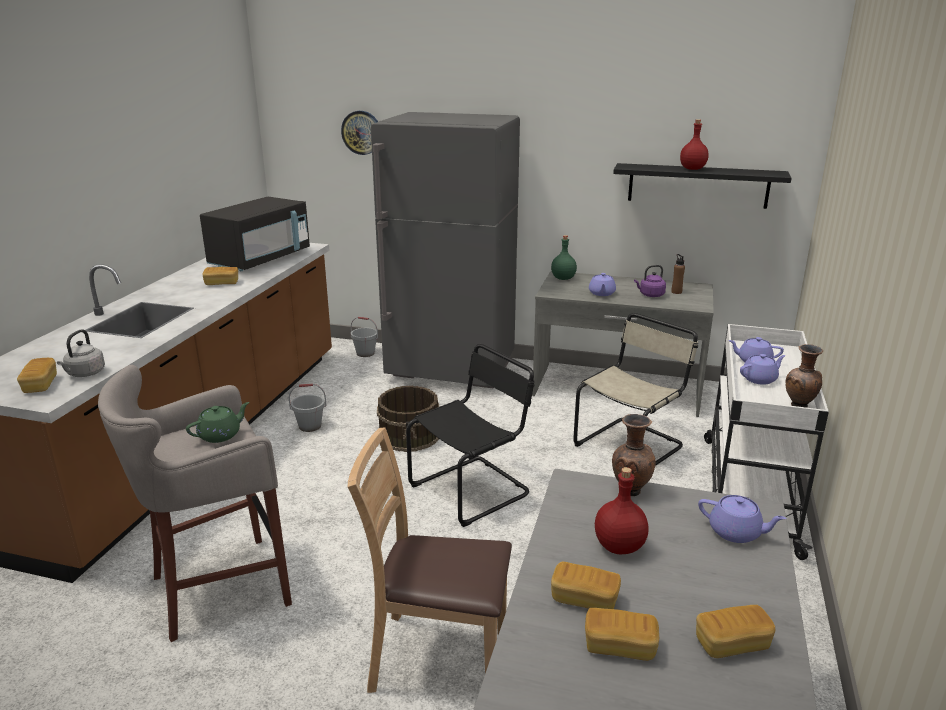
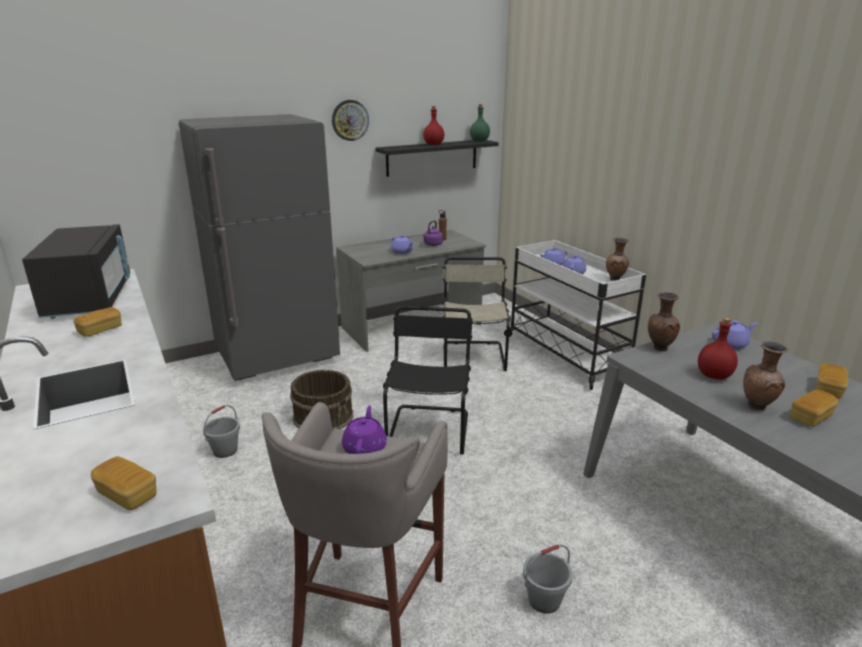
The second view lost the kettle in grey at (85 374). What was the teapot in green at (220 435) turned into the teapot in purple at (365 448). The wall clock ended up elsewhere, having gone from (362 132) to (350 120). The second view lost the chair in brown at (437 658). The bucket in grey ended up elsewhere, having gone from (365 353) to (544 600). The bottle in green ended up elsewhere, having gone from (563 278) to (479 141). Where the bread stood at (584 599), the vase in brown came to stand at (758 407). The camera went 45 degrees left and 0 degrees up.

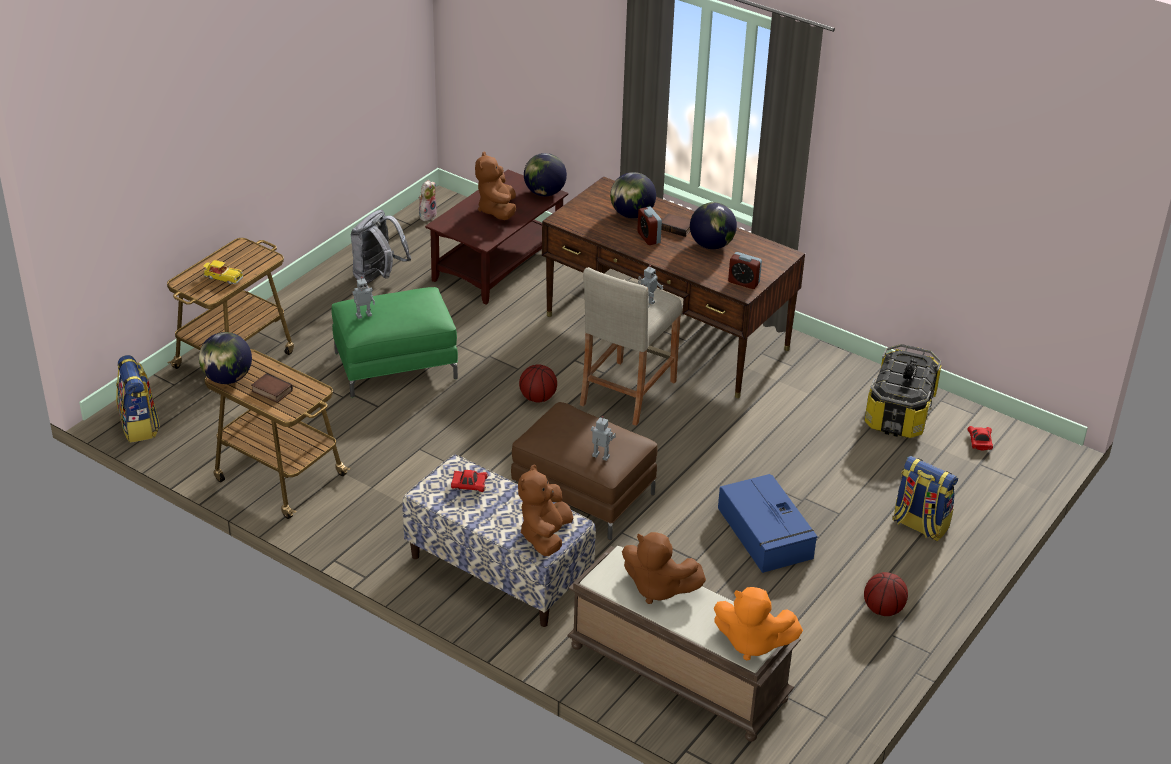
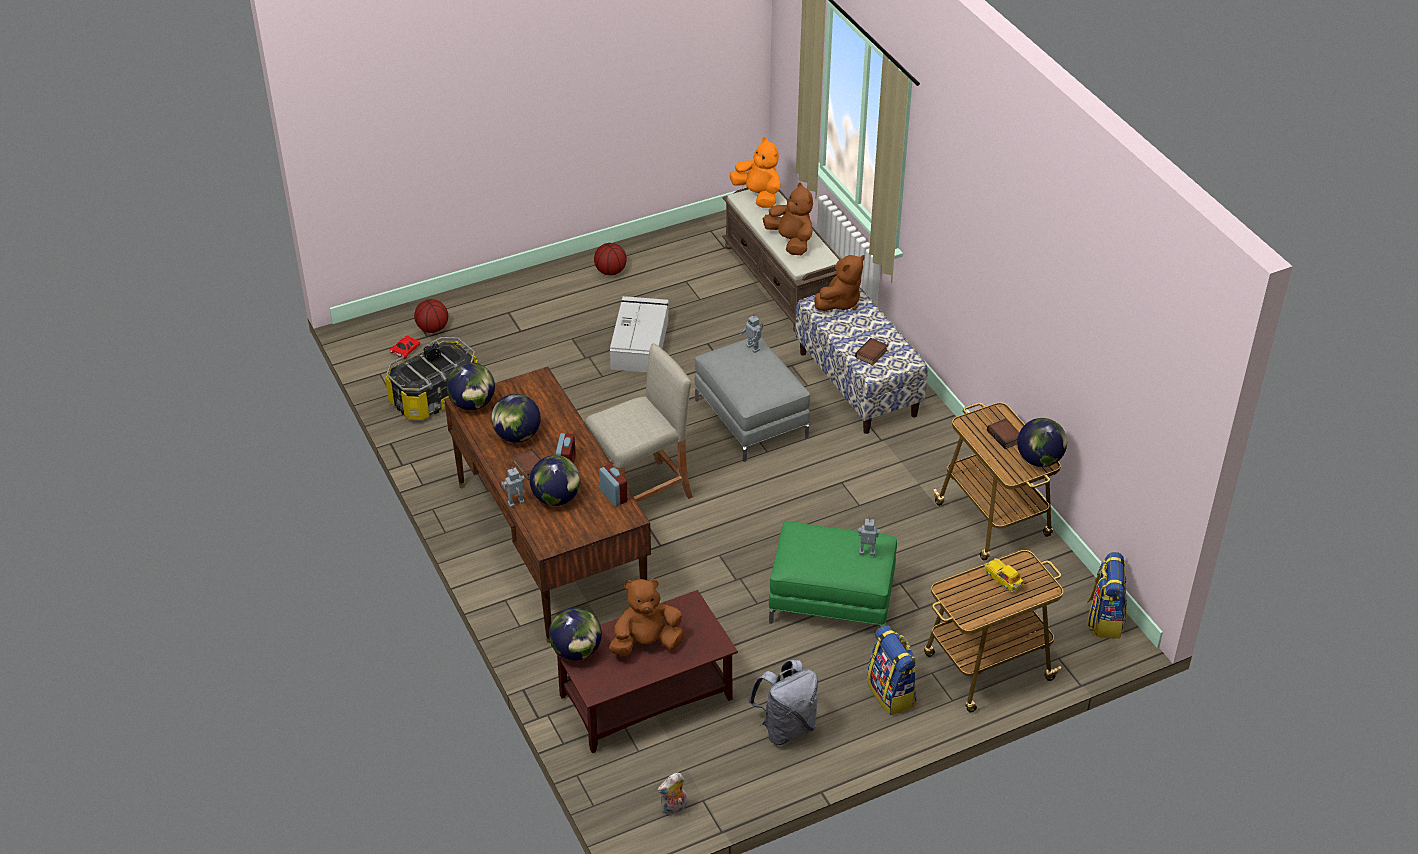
Where the toy car in red stood at (469 486), the book came to stand at (872 354). The plush toy in brown at (497 210) ended up facing another way, 135 degrees counterclockwise from before. What was the ottoman in brown at (583 494) turned into the ottoman in grey at (751 418). The basketball ended up elsewhere, having gone from (538 398) to (433 328). The toy robot ended up elsewhere, having gone from (647 304) to (516 503). What was the storage box in blue at (765 534) turned into the storage box in grey at (640 343). The alarm clock ended up elsewhere, having gone from (743 282) to (613 496). The backpack ended up elsewhere, having gone from (919 525) to (892 693). The second view gained the globe at (472 404). The camera went 150 degrees left and 5 degrees up.

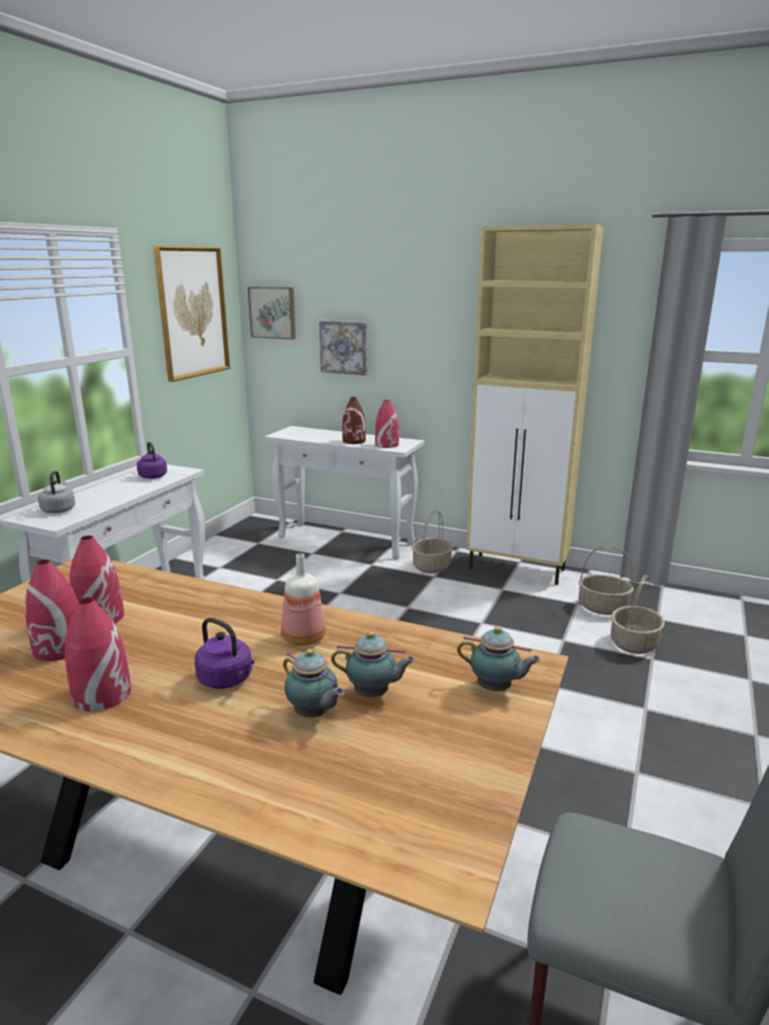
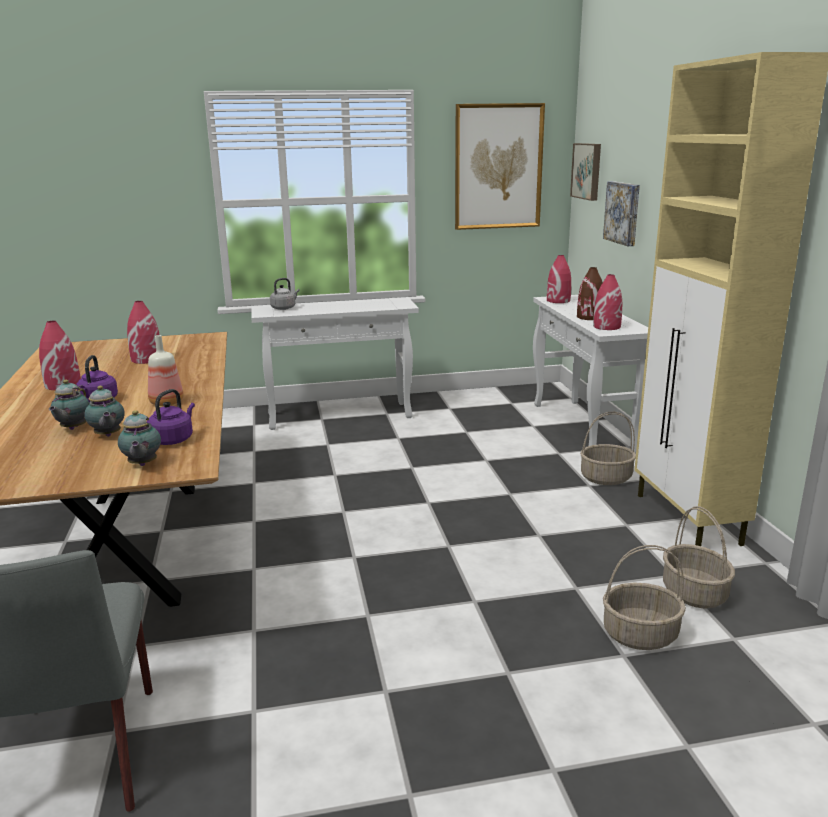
The vase in red ended up elsewhere, having gone from (60 648) to (558 300). The kettle in purple ended up elsewhere, having gone from (152 476) to (173 439). The camera went 55 degrees right and 0 degrees up.

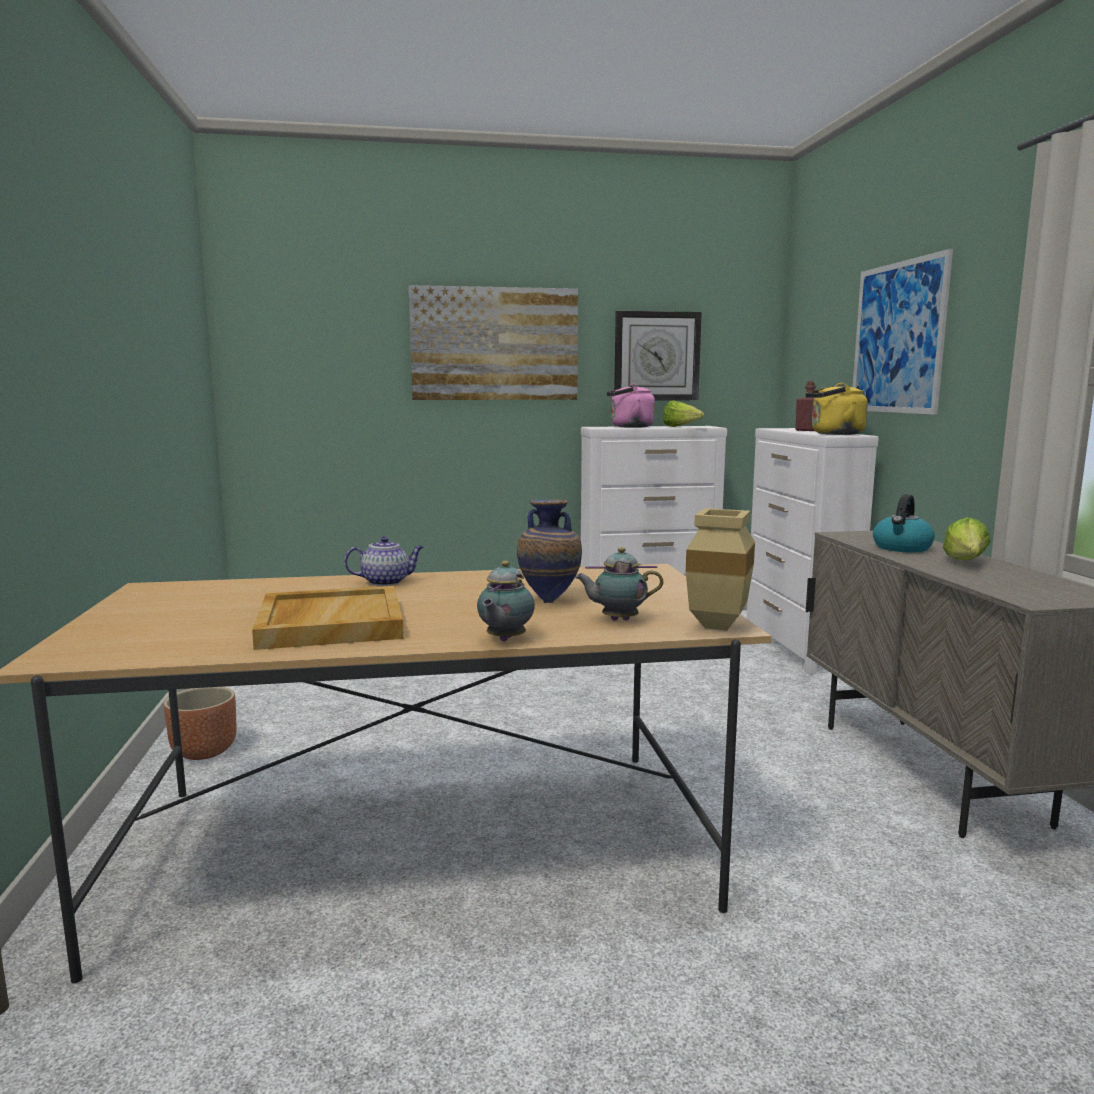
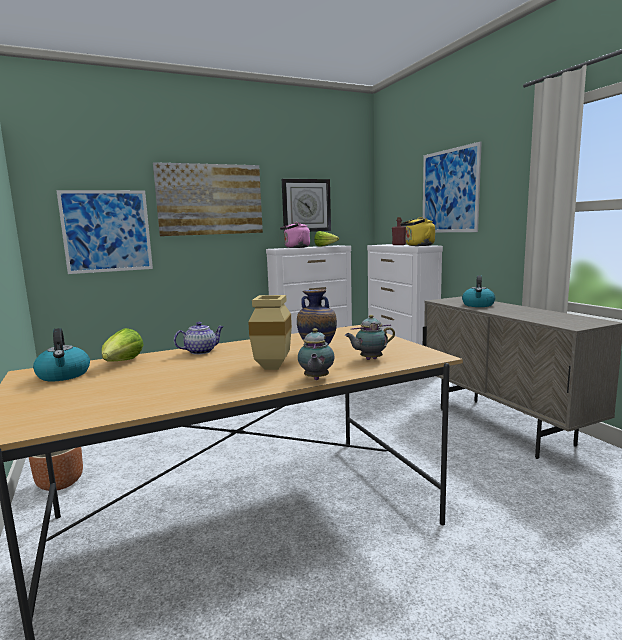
The second view lost the tray in beige at (329 623). The vase in beige ended up elsewhere, having gone from (716 624) to (272 366). The lettuce ended up elsewhere, having gone from (965 563) to (122 363). The second view gained the kettle at (64 375). The second view gained the picture at (107 231). The camera went 15 degrees left and 0 degrees up.

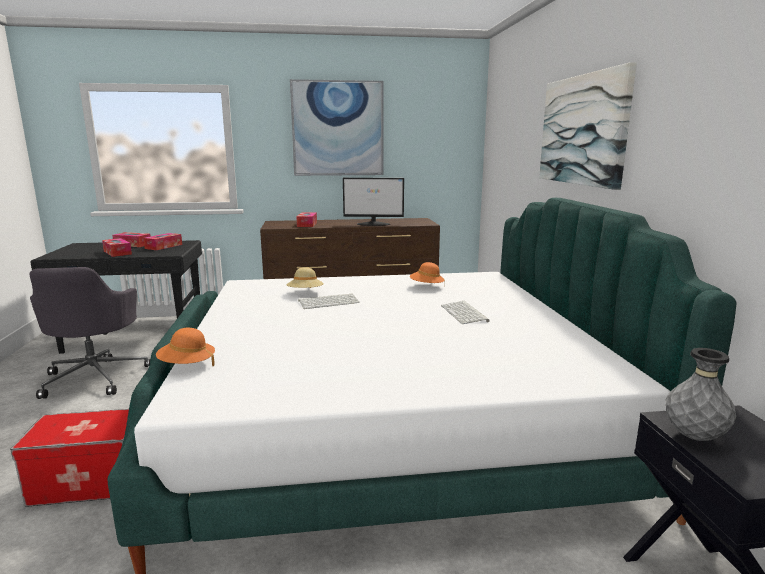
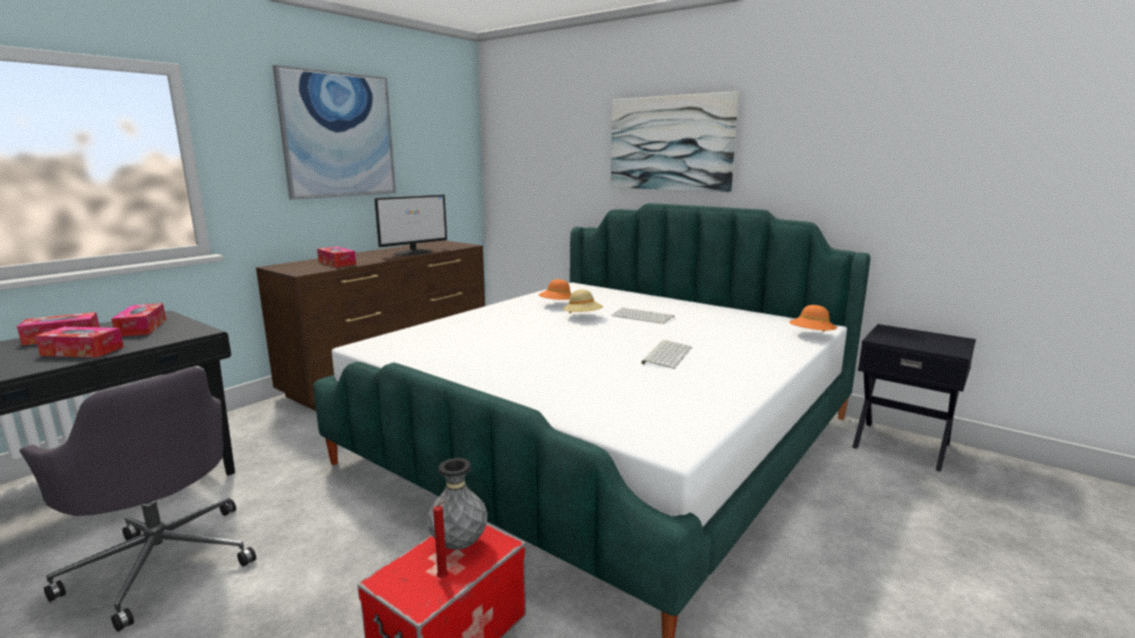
The hat in orange ended up elsewhere, having gone from (187 365) to (811 335). The hat in beige ended up elsewhere, having gone from (305 293) to (583 317). The keyboard ended up elsewhere, having gone from (329 302) to (666 354). The vase in grey ended up elsewhere, having gone from (694 437) to (459 544). The second view gained the candle in red at (444 578). The camera went 45 degrees left and 0 degrees up.

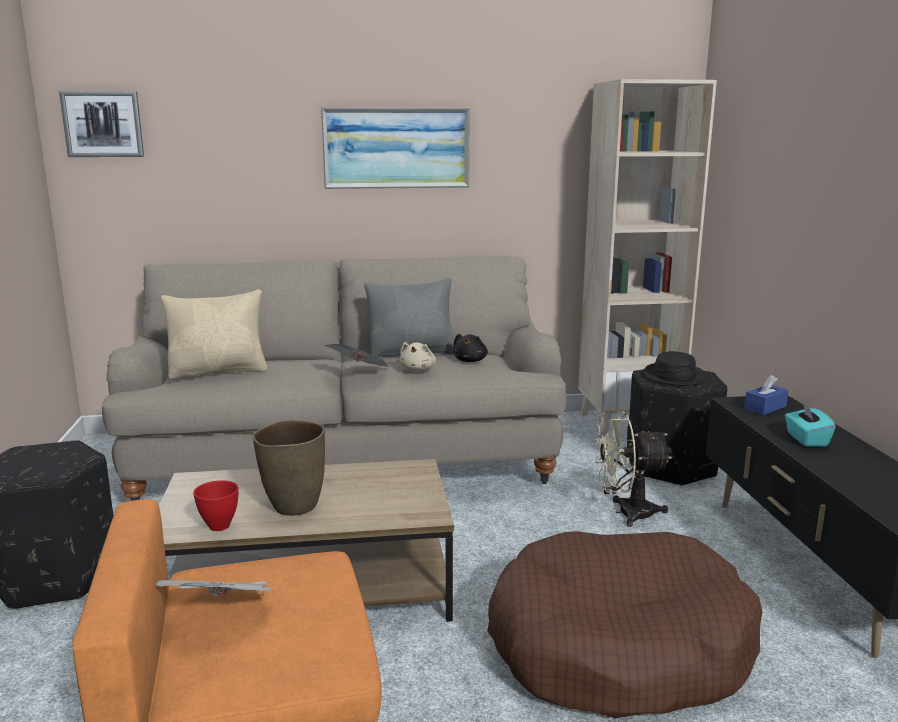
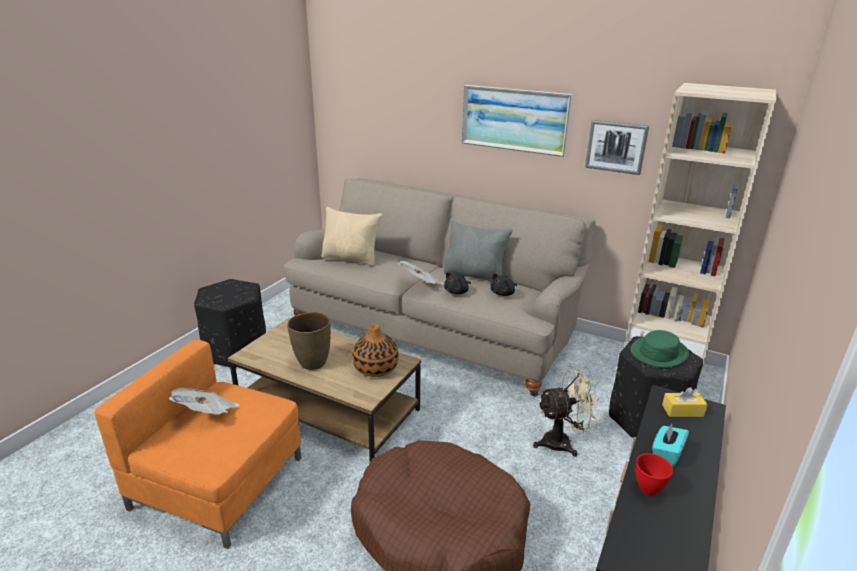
The picture ended up elsewhere, having gone from (103 124) to (616 147). The bowl in red ended up elsewhere, having gone from (218 526) to (647 489). What was the plush toy in beige at (418 370) turned into the plush toy in black at (457 292). The fan in beige at (626 513) ended up facing another way, 135 degrees clockwise from before. What was the hat in black at (674 376) turned into the hat in green at (658 352). What was the tissue box in blue at (765 407) turned into the tissue box in yellow at (682 410). The second view gained the vase at (376 368). The camera went 35 degrees right and 10 degrees up.

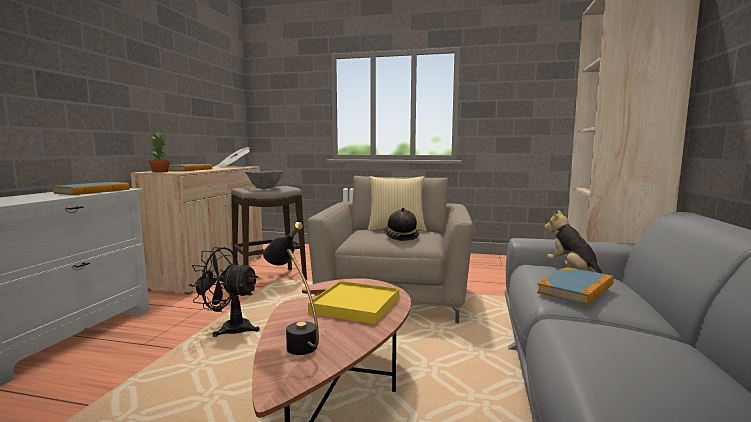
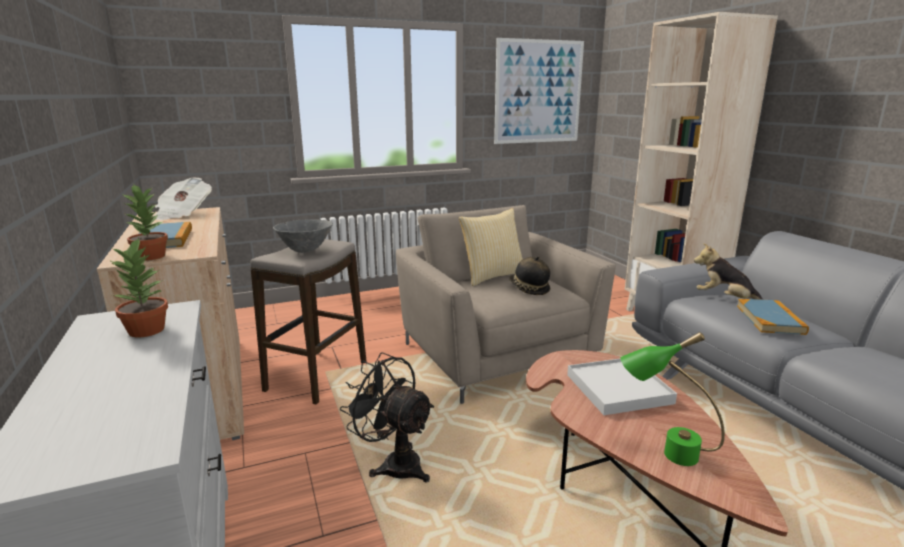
Where the book stood at (93 191), the potted plant came to stand at (148 330). The fan in black at (229 328) ended up facing another way, 60 degrees clockwise from before. What was the table lamp in black at (294 342) turned into the table lamp in green at (664 452). What was the tray in yellow at (355 305) turned into the tray in white at (619 389). The second view gained the picture at (538 92). The camera went 35 degrees left and 10 degrees up.

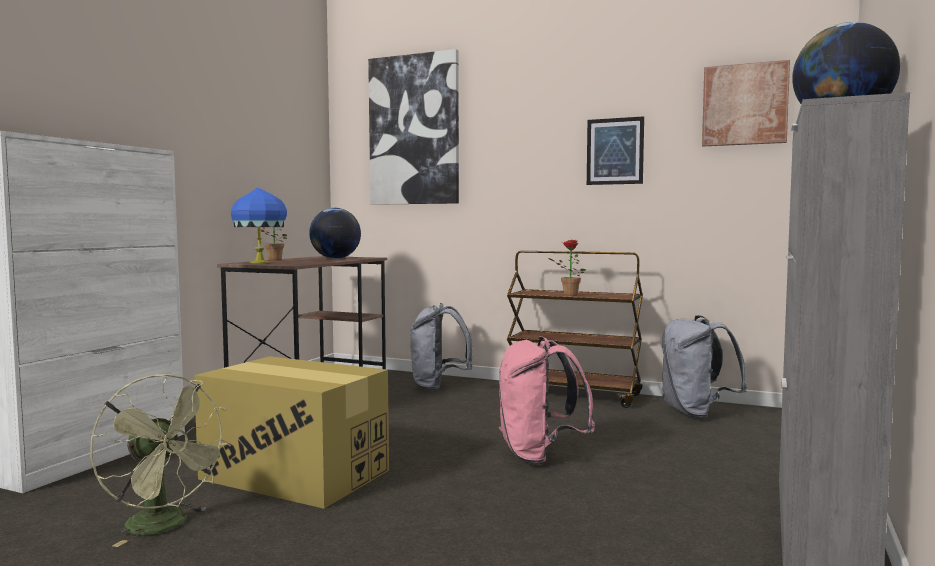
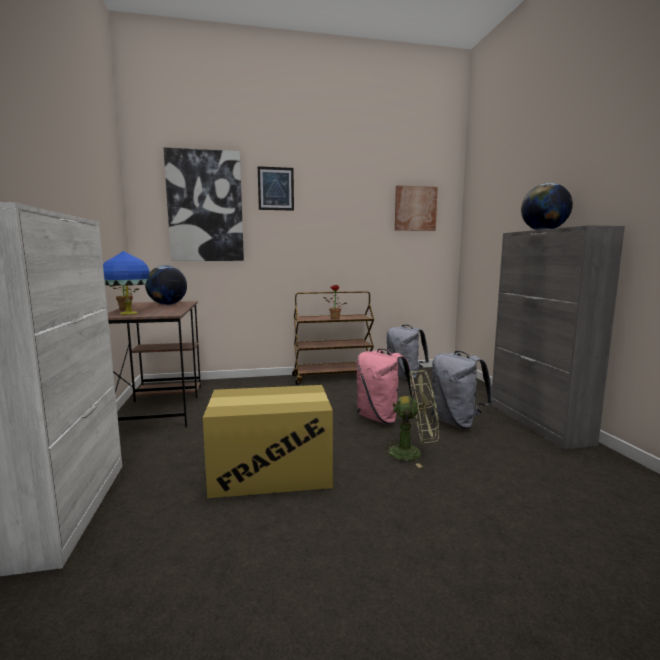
The fan in green ended up elsewhere, having gone from (166 526) to (412 453). The backpack in grey ended up elsewhere, having gone from (439 387) to (456 423). The picture ended up elsewhere, having gone from (615 151) to (276 188). The camera went 35 degrees left and 5 degrees up.

